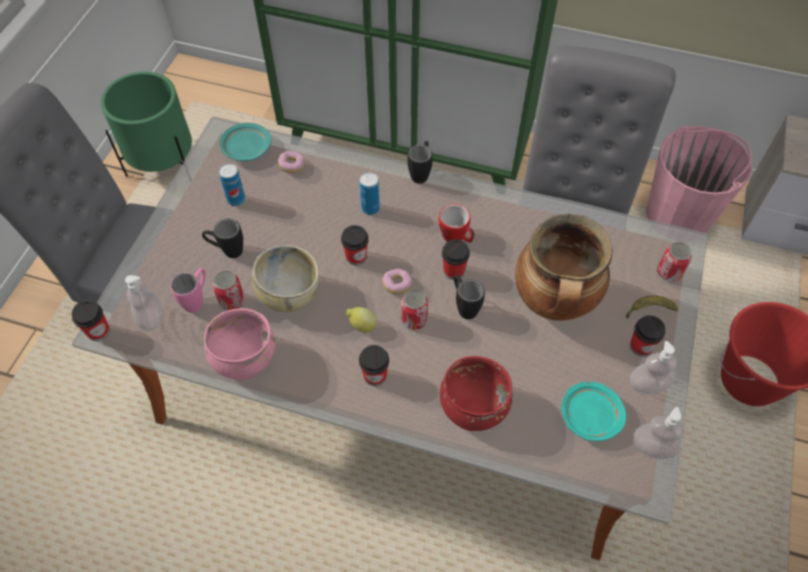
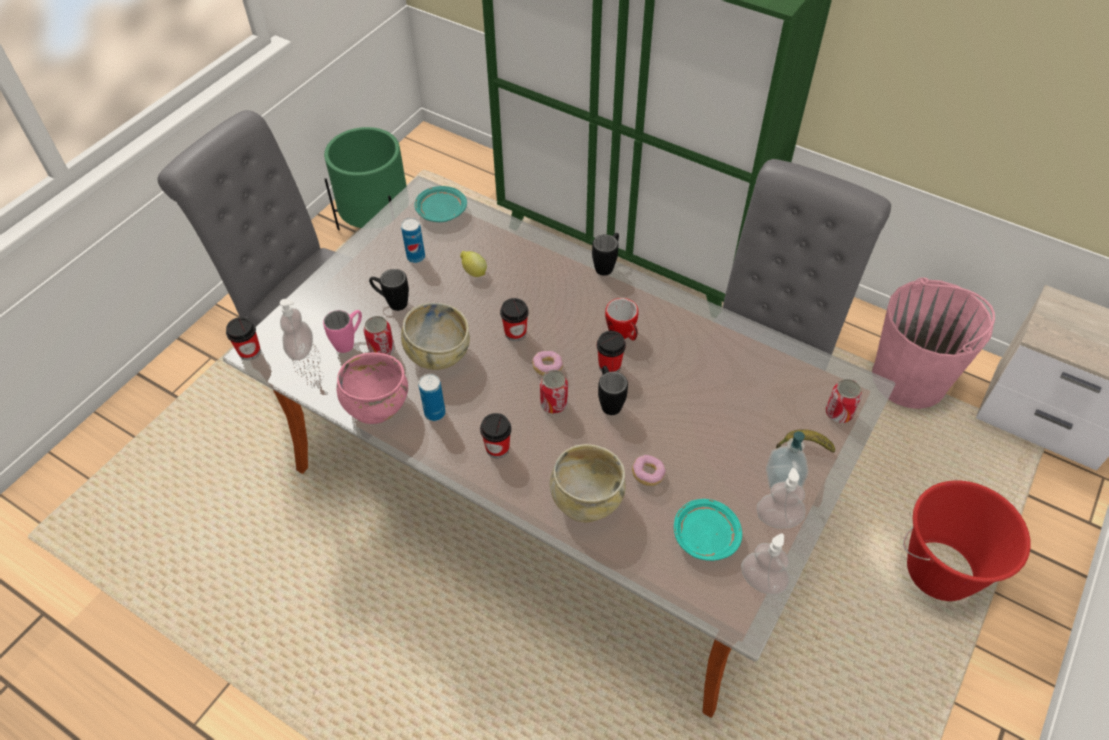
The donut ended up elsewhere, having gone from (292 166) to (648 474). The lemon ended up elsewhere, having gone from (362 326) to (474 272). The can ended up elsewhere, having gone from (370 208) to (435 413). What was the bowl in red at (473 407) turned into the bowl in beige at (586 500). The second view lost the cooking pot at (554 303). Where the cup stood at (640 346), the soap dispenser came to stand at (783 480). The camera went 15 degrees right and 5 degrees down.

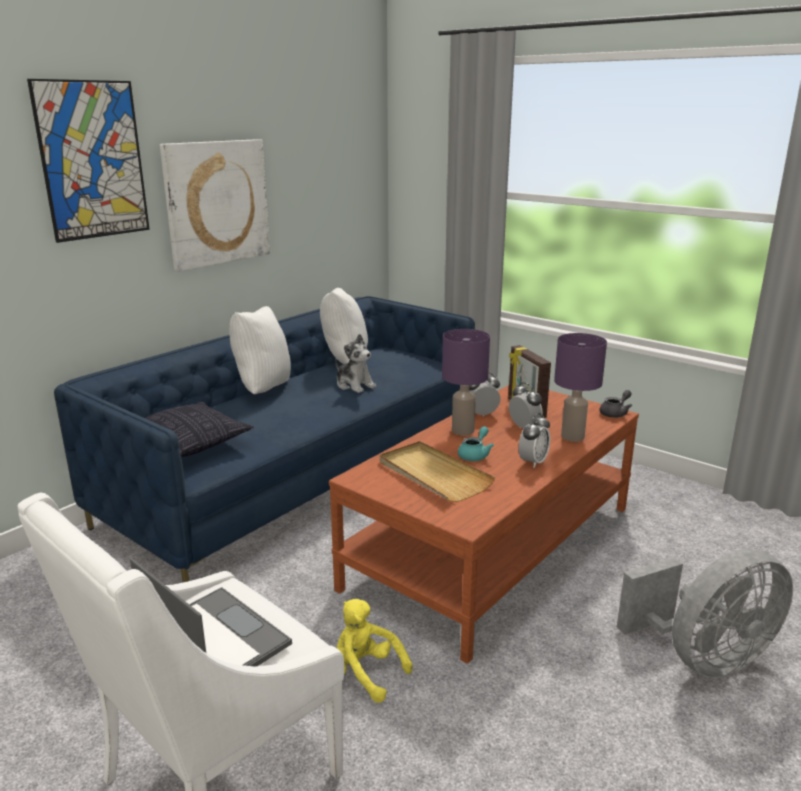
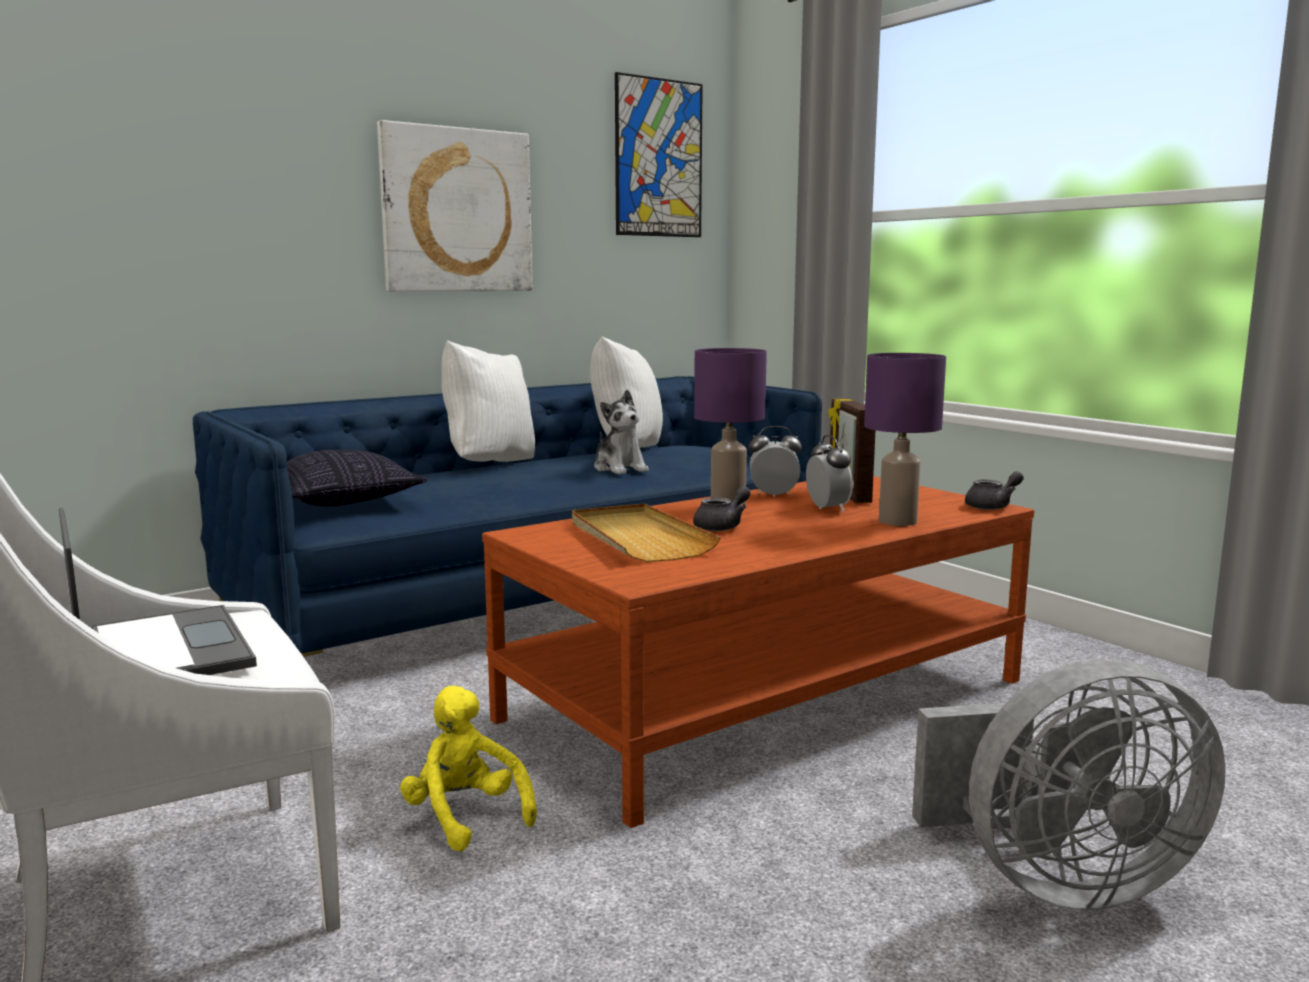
The picture ended up elsewhere, having gone from (92 160) to (658 158). What was the teapot in turquoise at (475 455) turned into the teapot in grey at (722 526). The second view lost the alarm clock at (533 462). The camera went 15 degrees right and 10 degrees down.

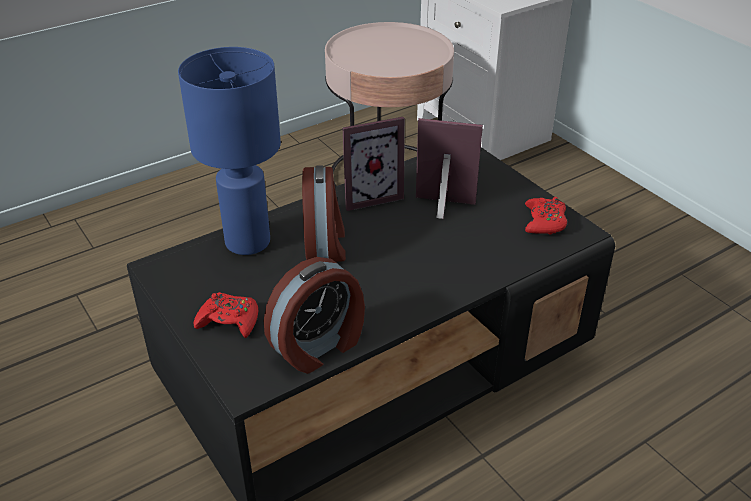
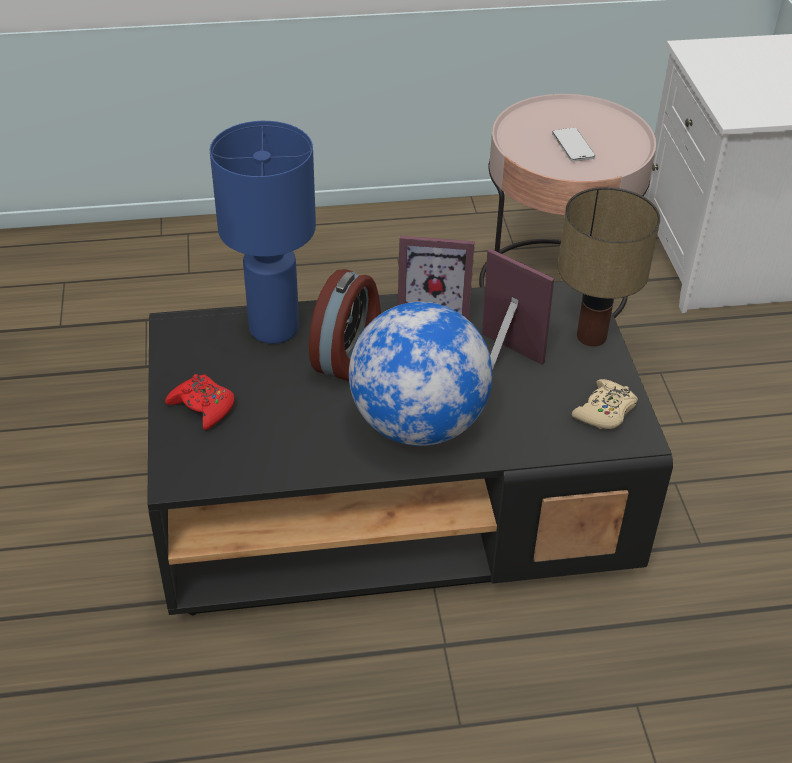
The second view lost the alarm clock at (319 346). What was the game controller in red at (544 222) turned into the game controller in beige at (605 411). The second view gained the globe at (418 424). The second view gained the phone at (573 146). The second view gained the table lamp at (590 337). The camera went 25 degrees right and 5 degrees up.

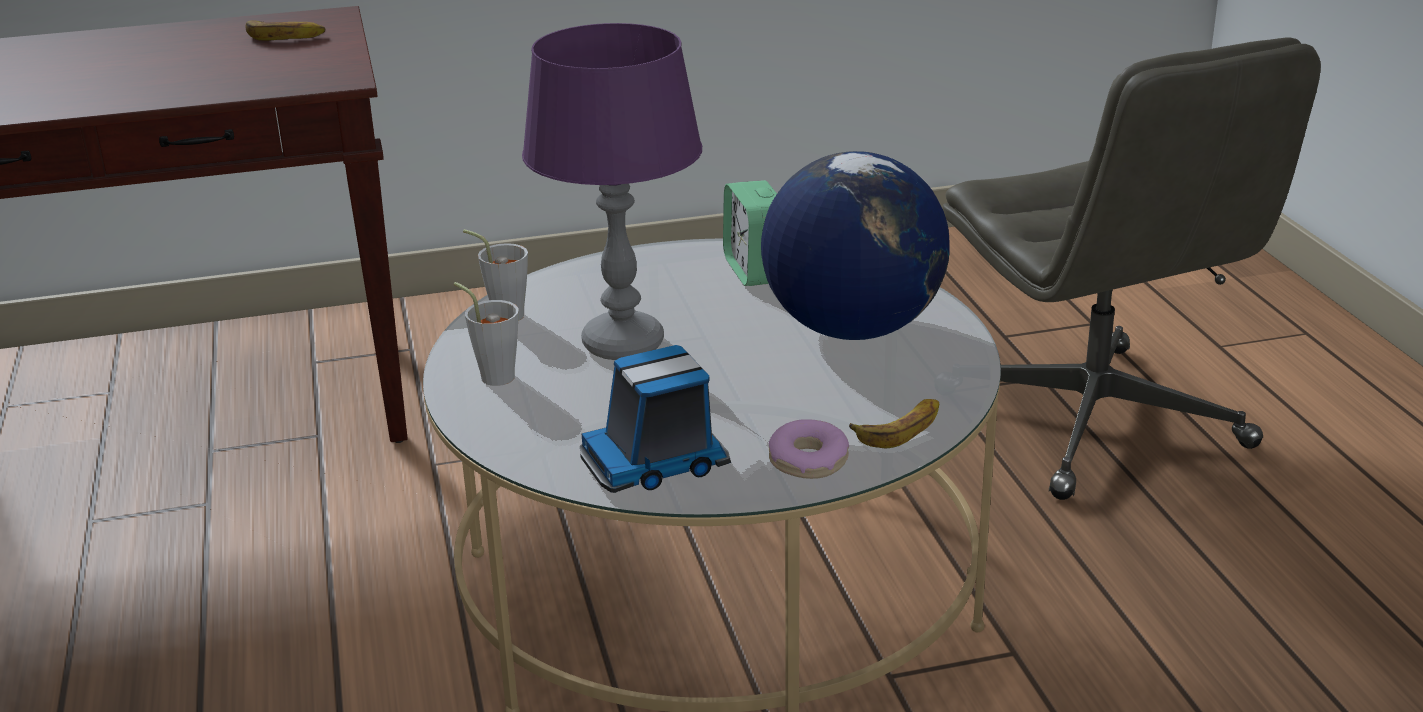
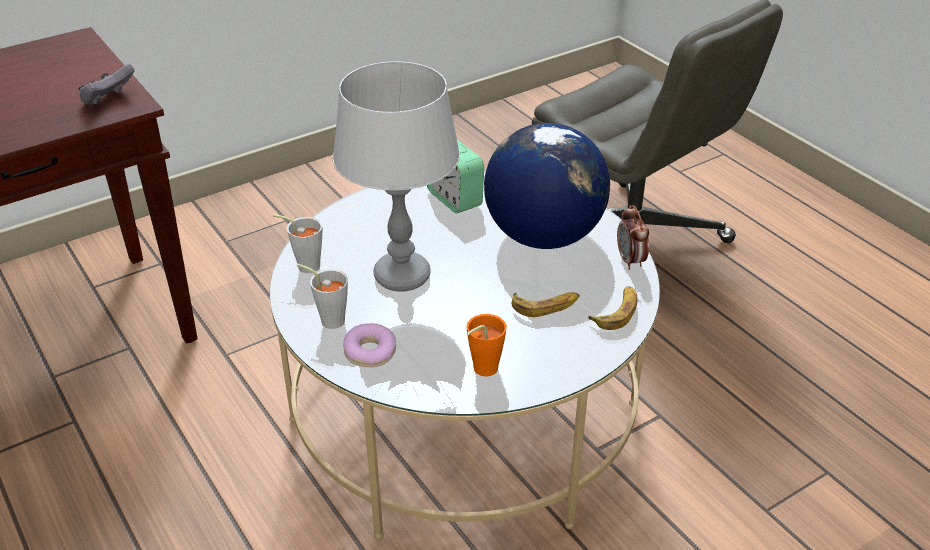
The banana ended up elsewhere, having gone from (286 36) to (546 306). What was the table lamp in purple at (623 344) turned into the table lamp in grey at (401 276). Where the toy truck stood at (657 462), the cup in orange came to stand at (481 370). The donut ended up elsewhere, having gone from (808 462) to (370 352). The second view gained the game controller in grey at (108 99). The second view gained the alarm clock at (630 261). The camera went 20 degrees left and 10 degrees up.

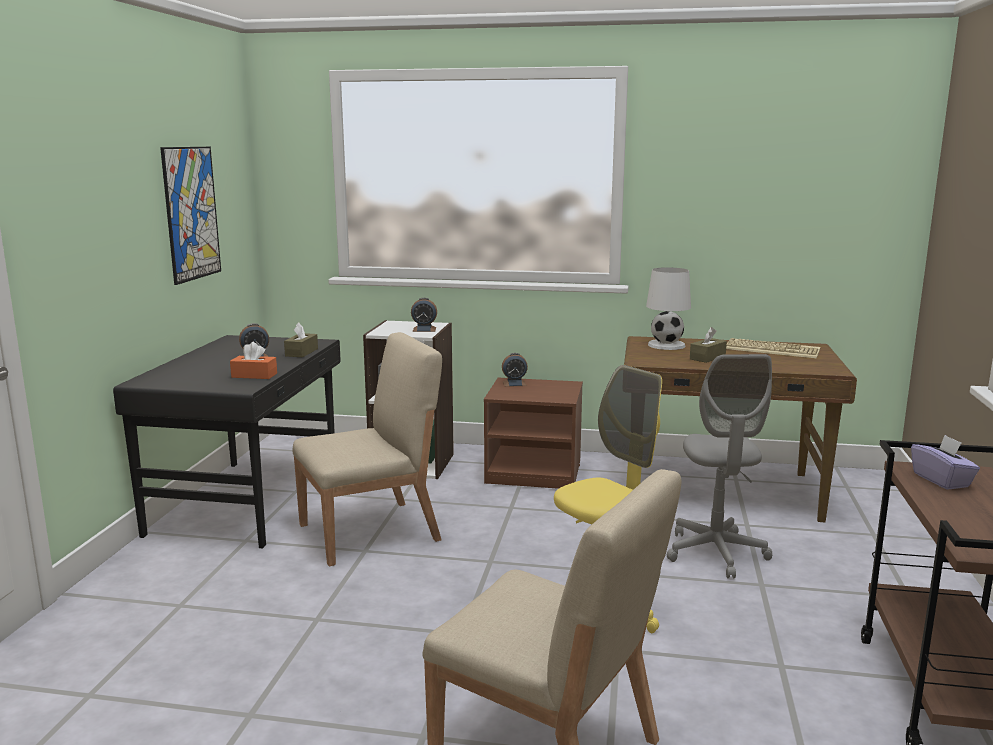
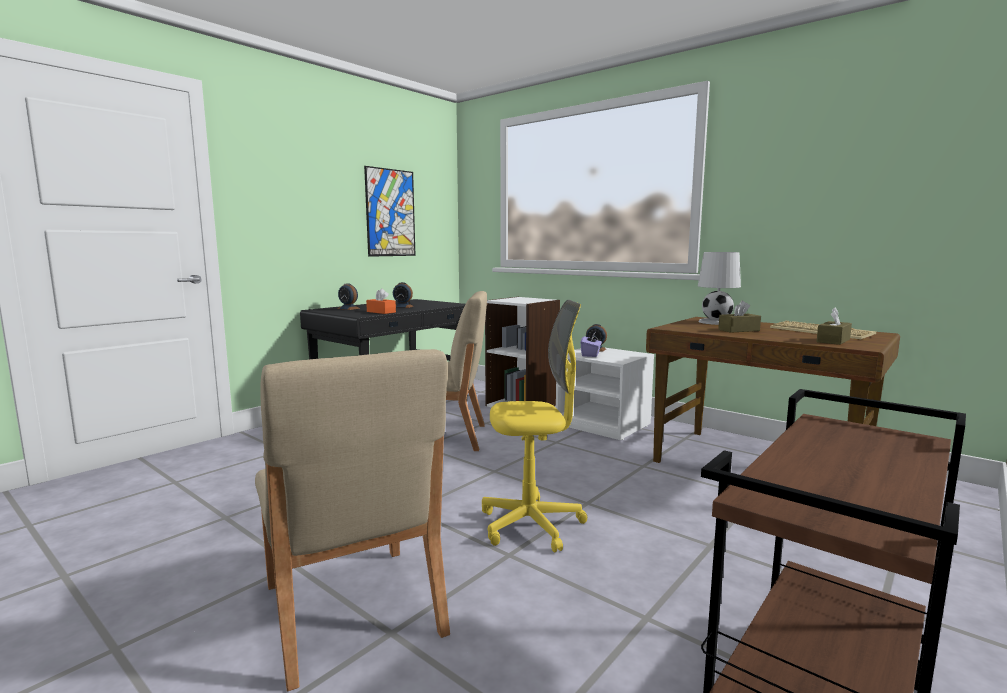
The tissue box in brown ended up elsewhere, having gone from (301 352) to (833 341). The alarm clock ended up elsewhere, having gone from (424 329) to (348 308). What was the nightstand in brown at (535 472) turned into the nightstand in white at (604 425). The second view lost the office chair in grey at (715 553). The tissue box in purple ended up elsewhere, having gone from (941 480) to (591 354). The camera went 30 degrees right and 5 degrees down.

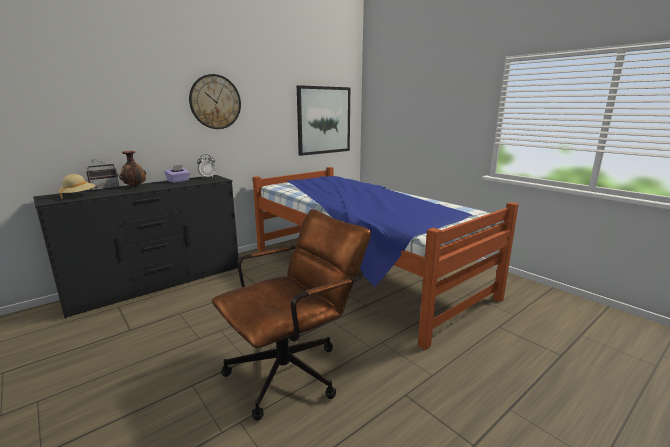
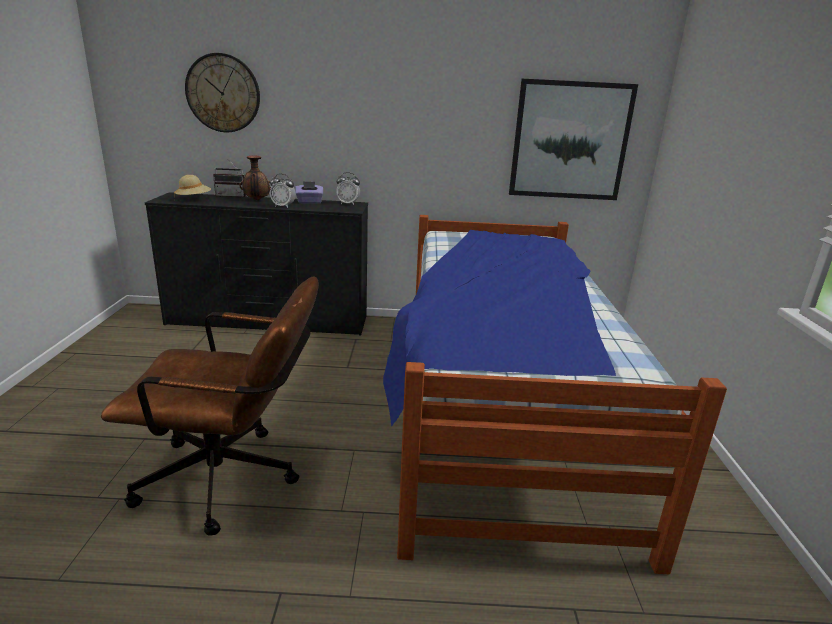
The wall clock ended up elsewhere, having gone from (215 102) to (223 93). The second view gained the alarm clock at (283 206). The camera went 40 degrees right and 5 degrees up.

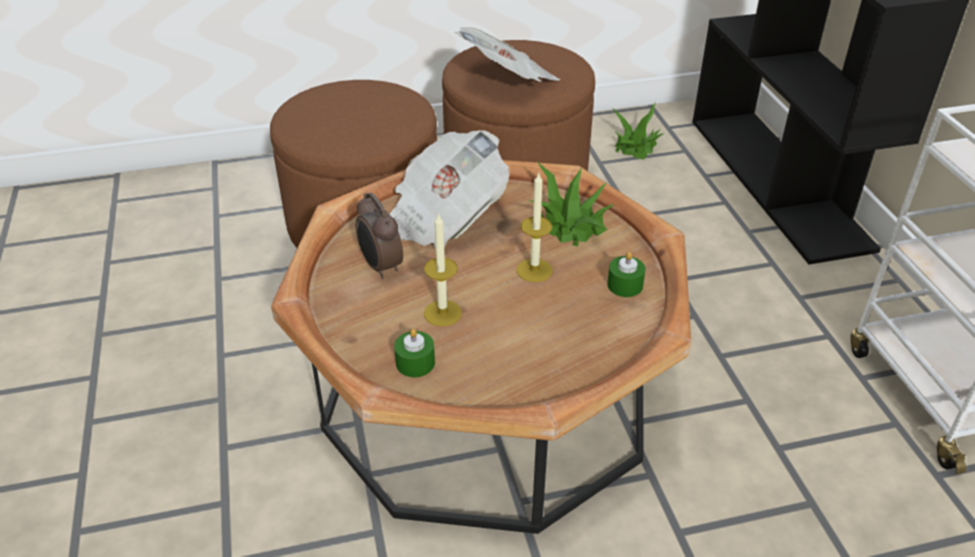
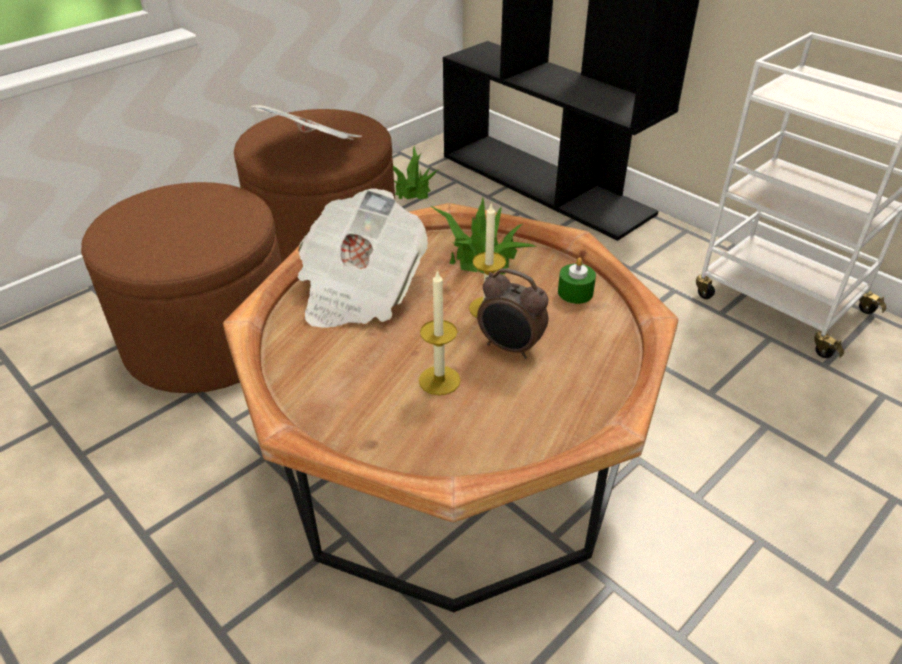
The alarm clock ended up elsewhere, having gone from (380 267) to (510 348). The second view lost the candle in green at (415 363). The camera went 30 degrees left and 0 degrees up.

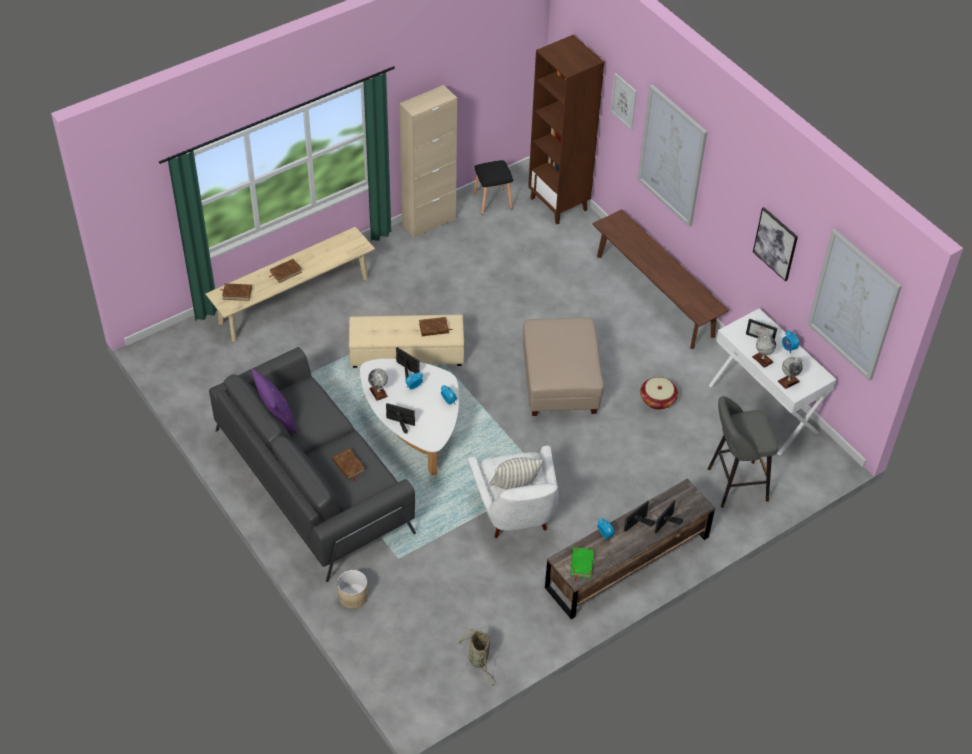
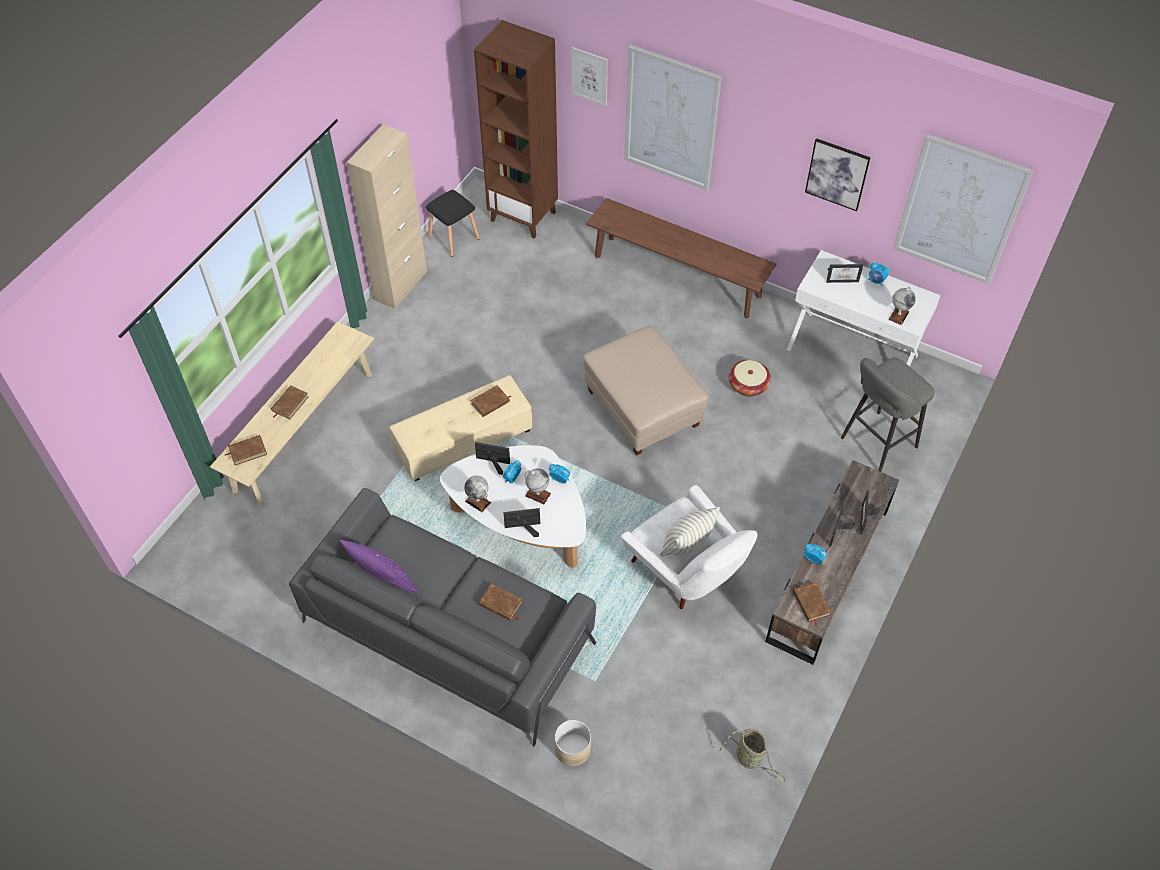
What was the book in green at (581 564) turned into the book in brown at (811 604). The globe ended up elsewhere, having gone from (762 359) to (537 494). The camera went 25 degrees left and 5 degrees up.

